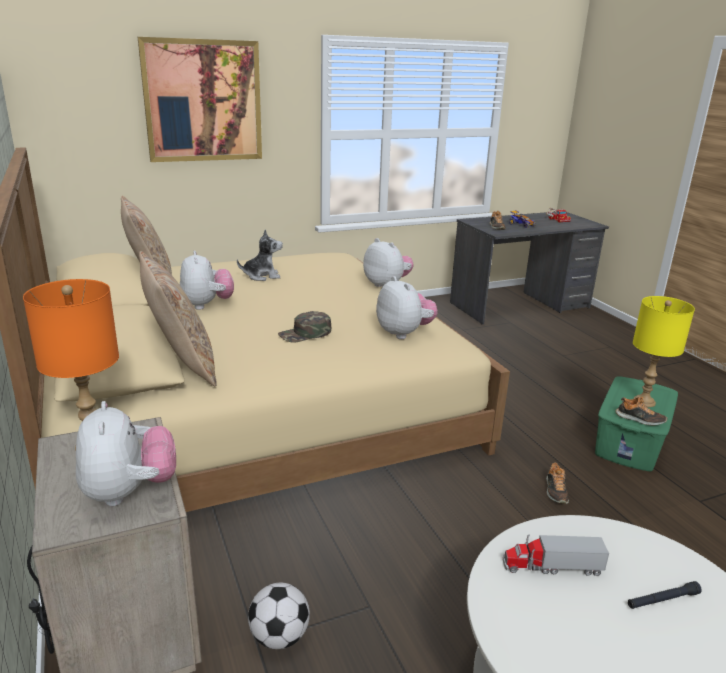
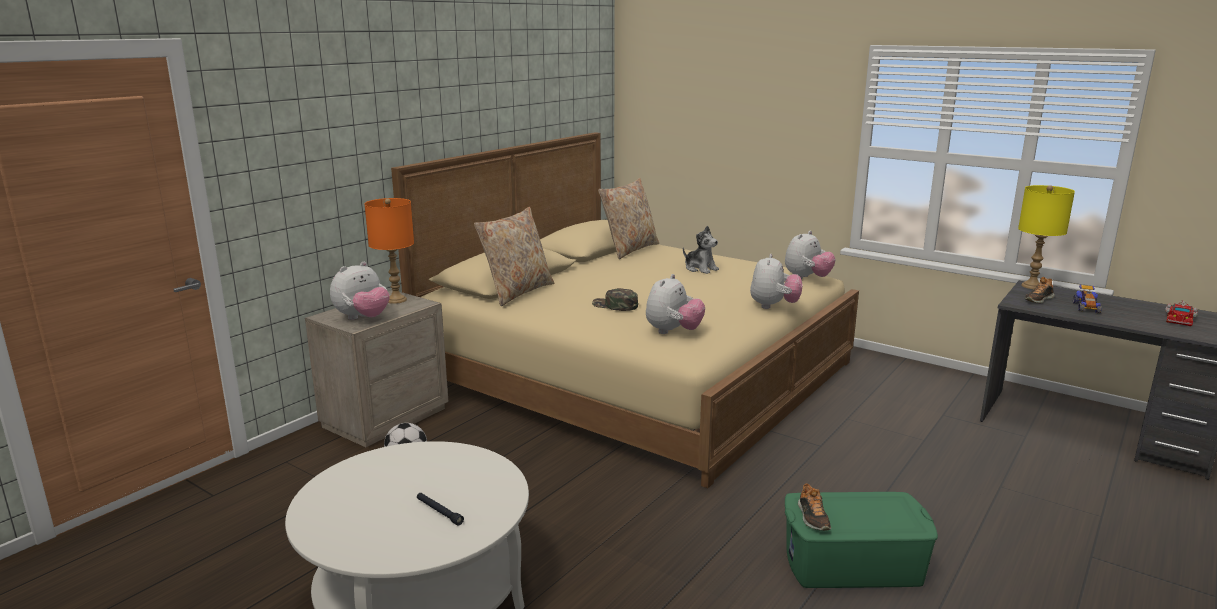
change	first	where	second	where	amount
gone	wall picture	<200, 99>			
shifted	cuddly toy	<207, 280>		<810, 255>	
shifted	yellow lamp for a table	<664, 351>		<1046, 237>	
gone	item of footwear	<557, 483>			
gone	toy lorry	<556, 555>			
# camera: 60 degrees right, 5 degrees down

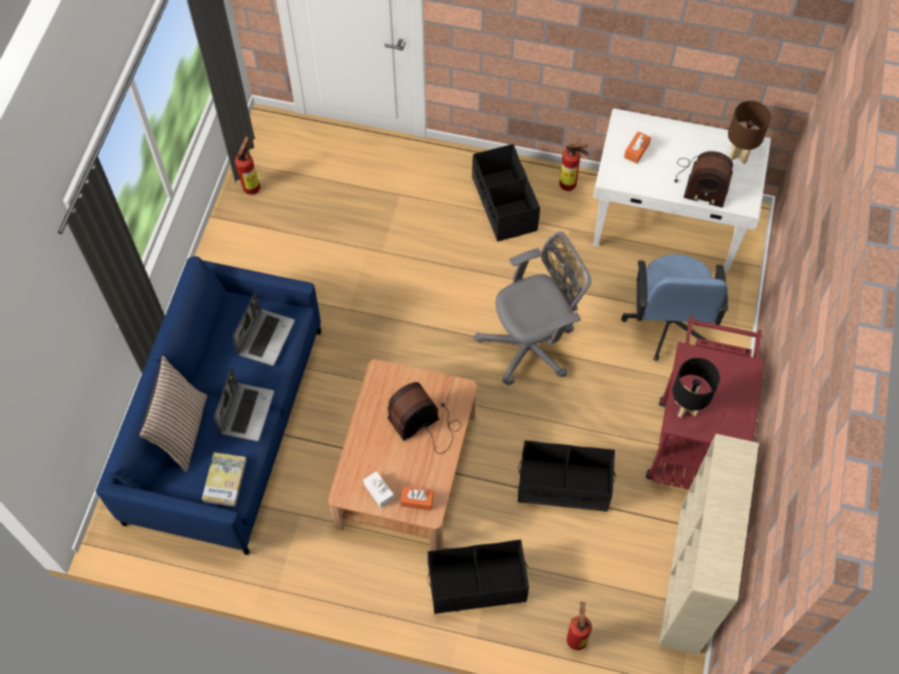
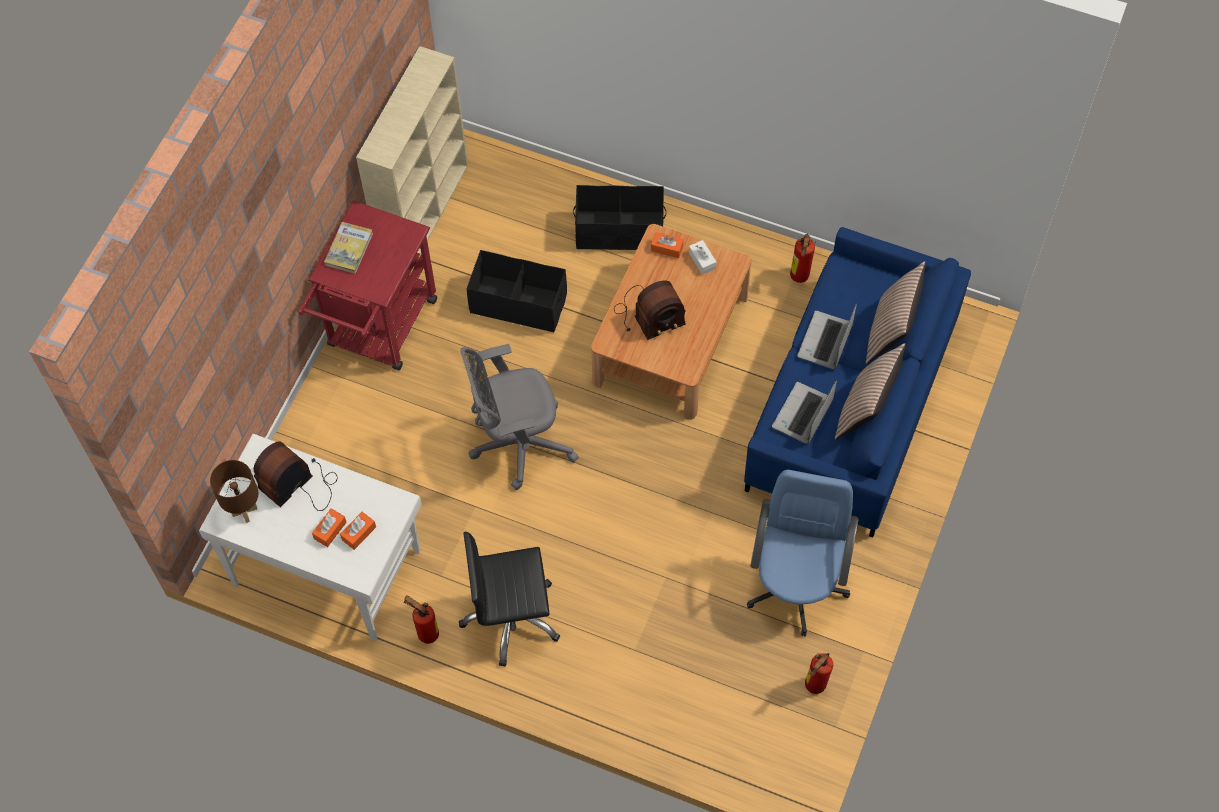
change	first	where	second	where	amount
swapped	black-coloured storage box	<506, 193>	black-coloured computer chair	<509, 599>	
rotated	radio set	<703, 179>		<296, 476>	75 degrees counterclockwise
shifted	blue computer chair	<675, 307>		<803, 553>	
gone	black-coloured lamp for a table	<696, 388>			
shifted	bound book	<224, 479>		<348, 248>	
shifted	fire extinguisher	<579, 626>		<803, 258>	
new			throw pillow	<870, 391>	
new			orange-coloured tissue holder	<329, 527>	
# camera: 170 degrees left, 0 degrees up

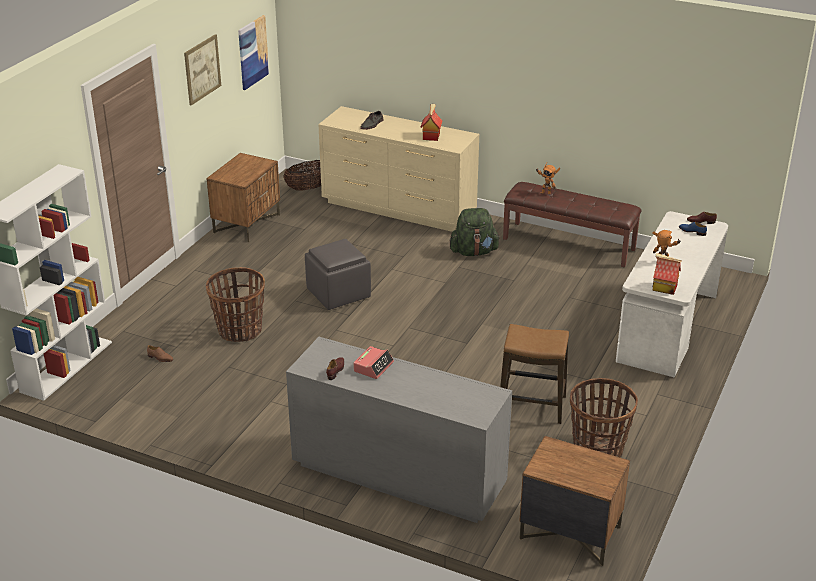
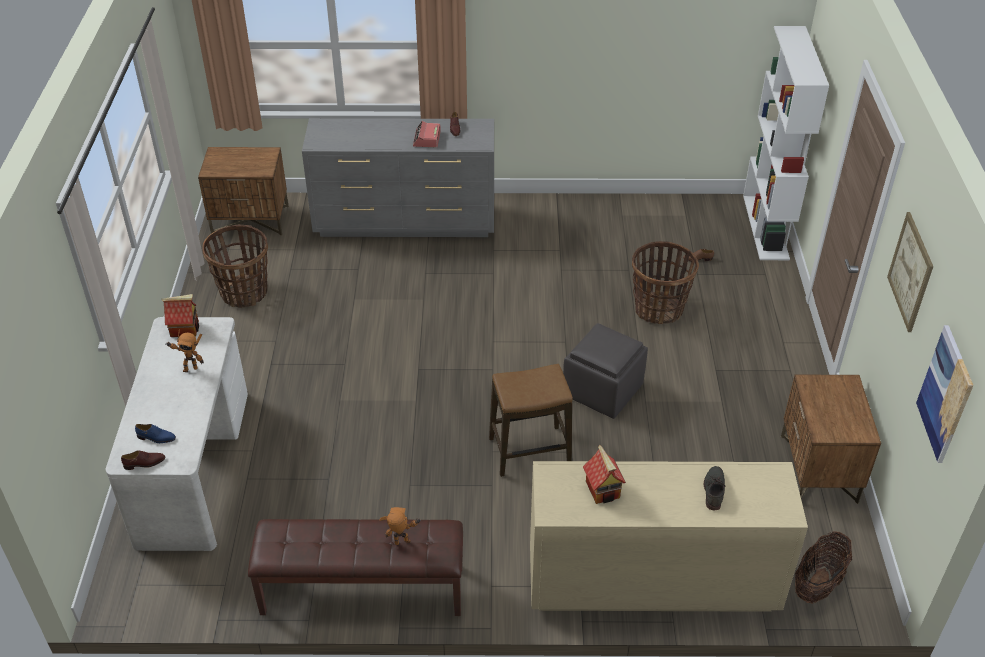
change	first	where	second	where	amount
gone	green backpack	<475, 232>			
shifted	sitting stool	<534, 374>		<531, 420>	
# camera: 155 degrees right, 10 degrees up

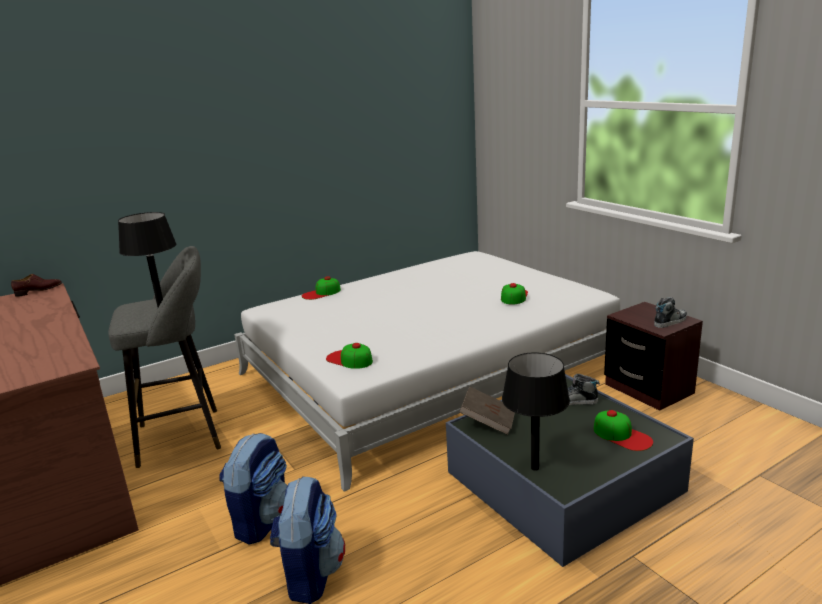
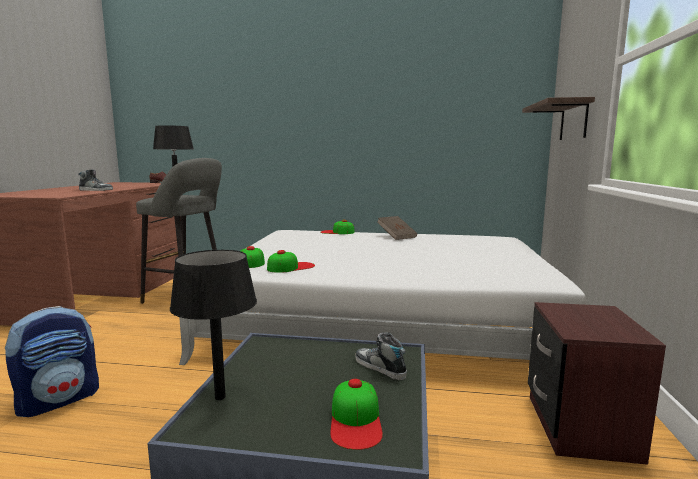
change	first	where	second	where	amount
shifted	peaked cap	<514, 294>		<291, 261>	
shifted	item of footwear	<670, 312>		<95, 180>	
shifted	brownish bound book	<487, 411>		<397, 228>	
gone	backpack	<253, 489>			
new			shelf	<558, 118>	
# camera: 40 degrees right, 10 degrees down

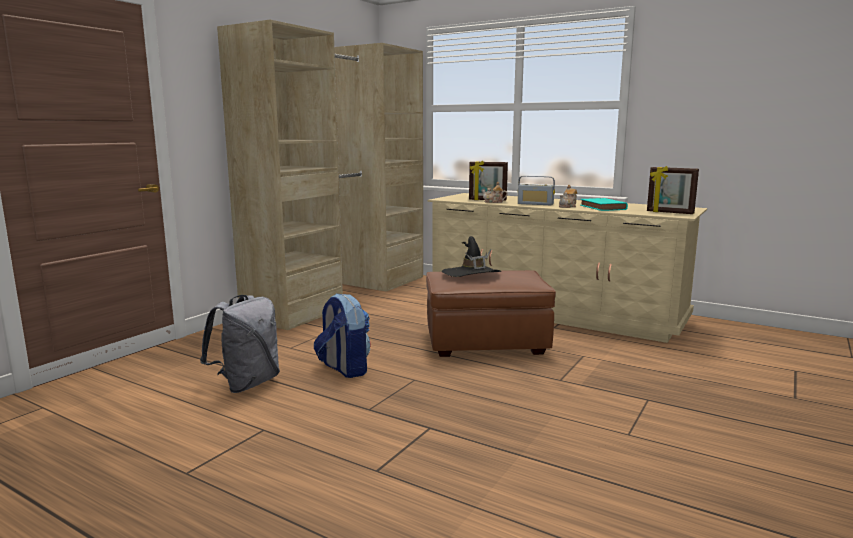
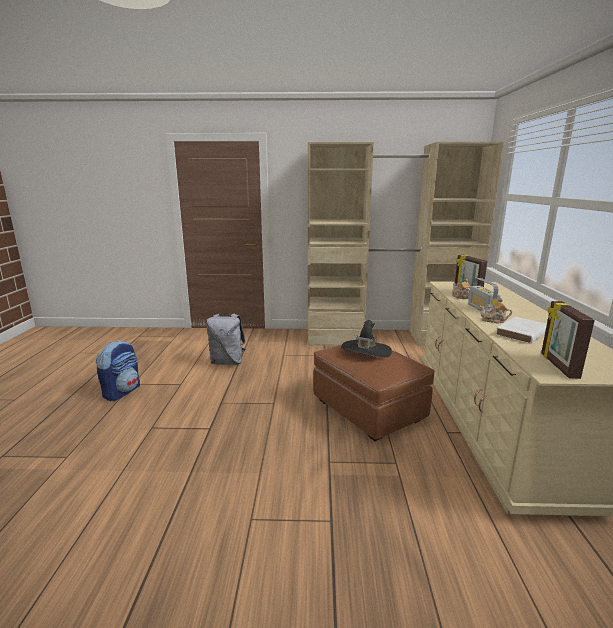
change	first	where	second	where	amount
repainted	turquoise bound book	<604, 204>	white bound book	<521, 330>	
shifted	backpack	<342, 335>		<118, 370>	
# camera: 60 degrees right, 5 degrees up

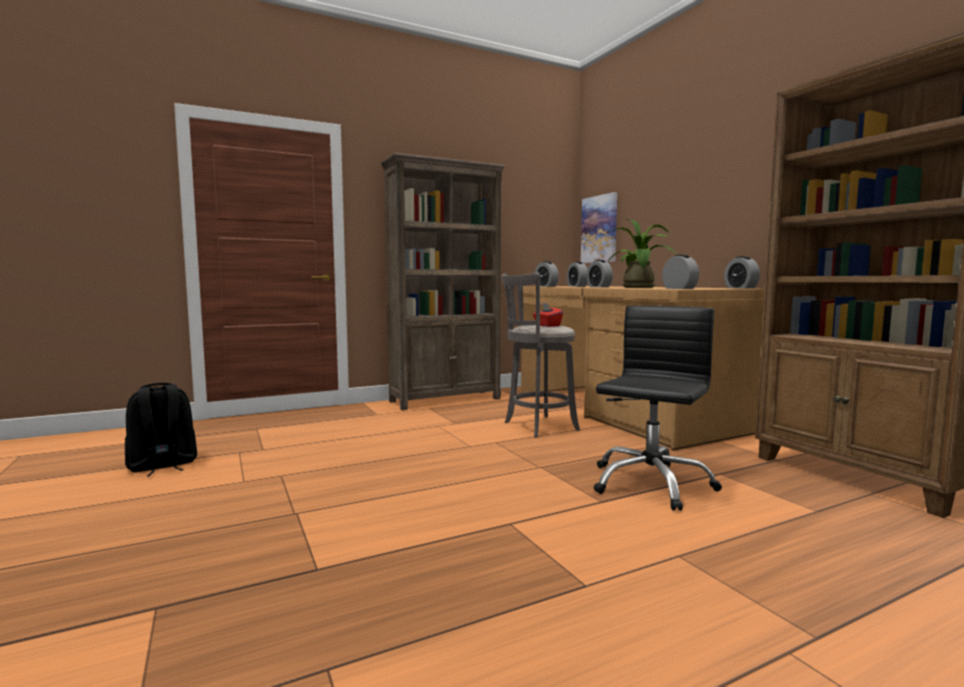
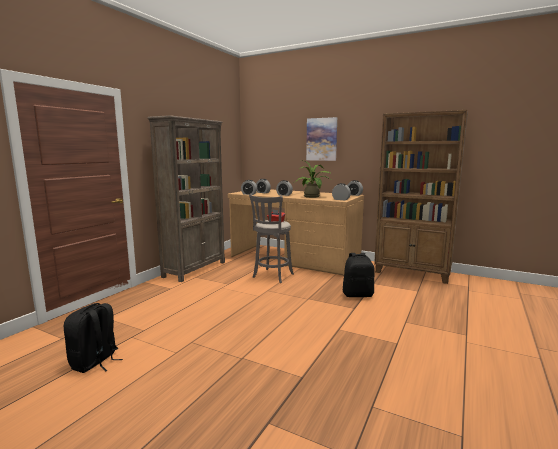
change	first	where	second	where	amount
shifted	wall picture	<599, 227>		<321, 139>	
swapped	black-coloured computer chair	<657, 408>	black-coloured backpack	<359, 275>	
# camera: 35 degrees left, 5 degrees up

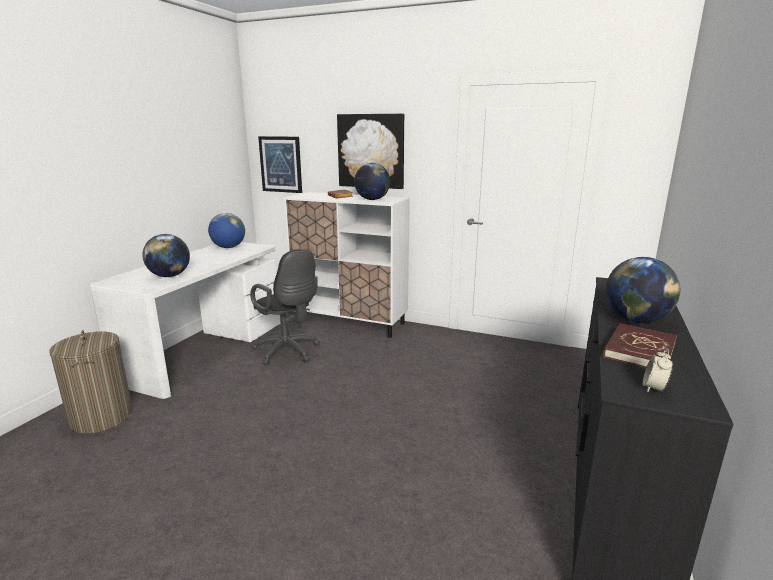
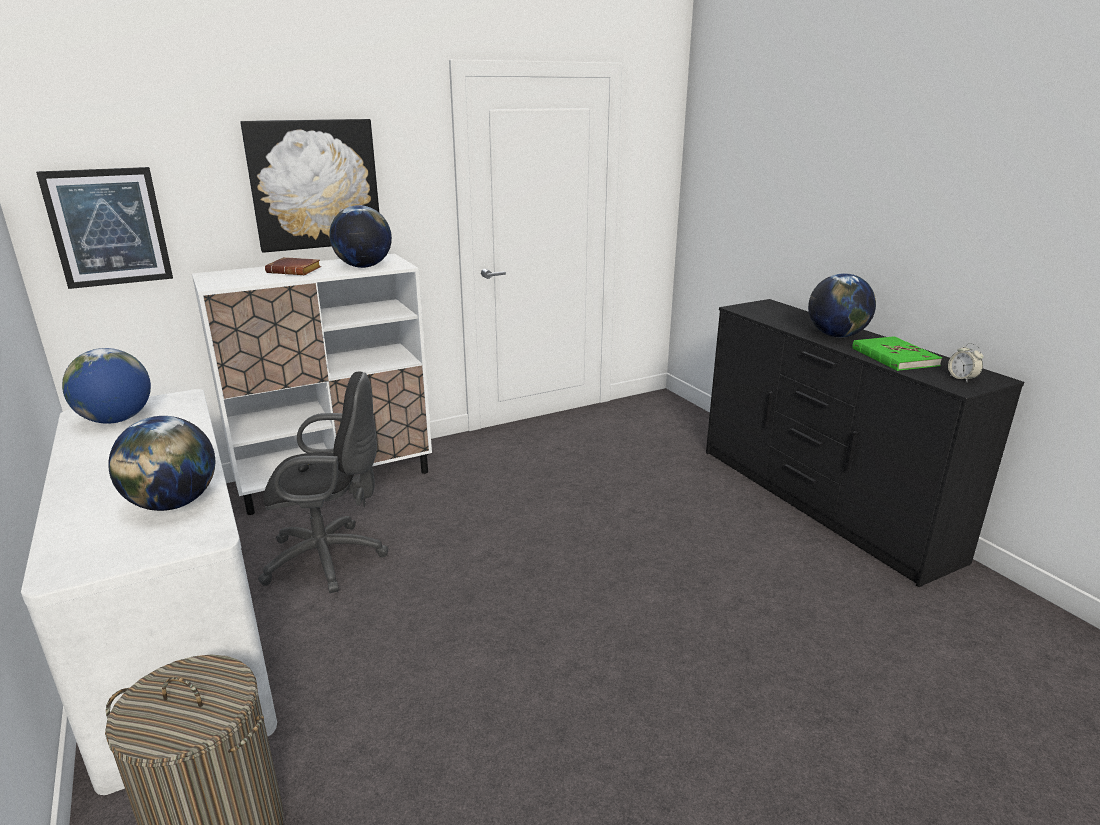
change	first	where	second	where	amount
repainted	reddish bound book	<640, 345>	green bound book	<897, 353>	
# camera: 50 degrees left, 5 degrees up

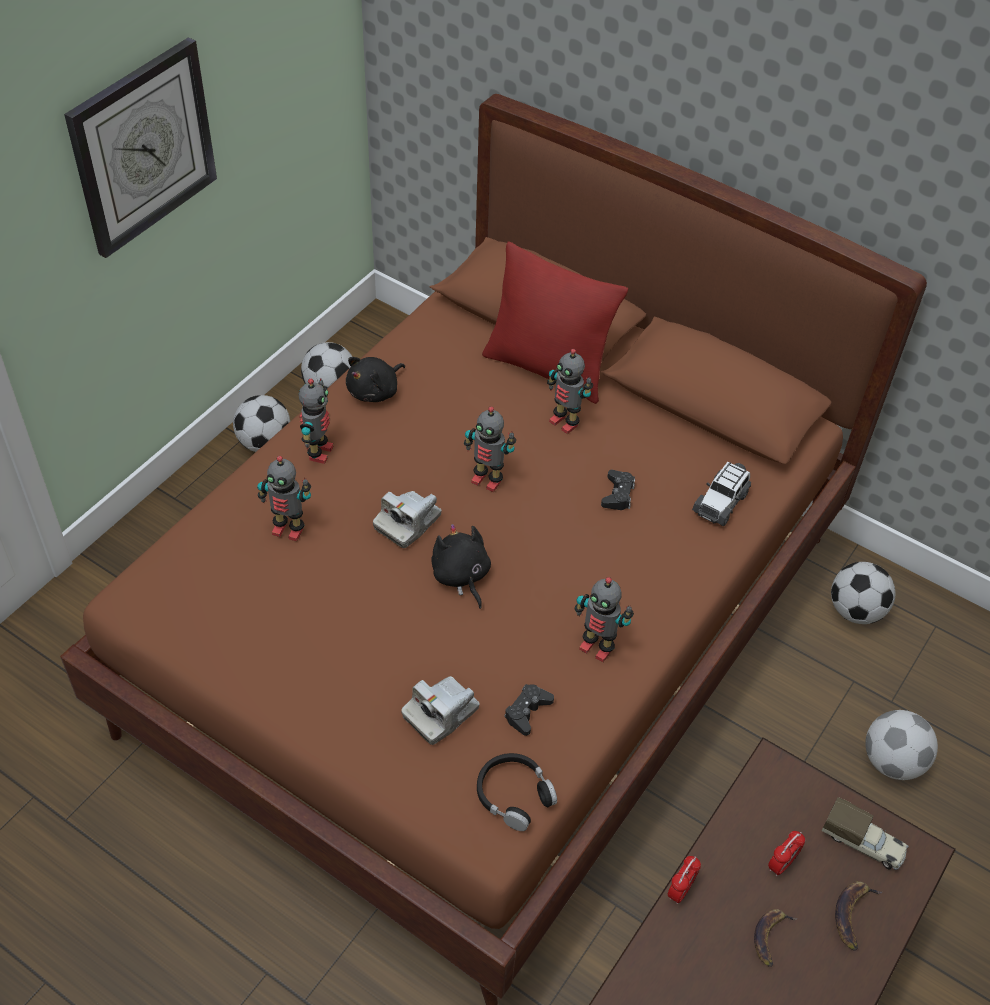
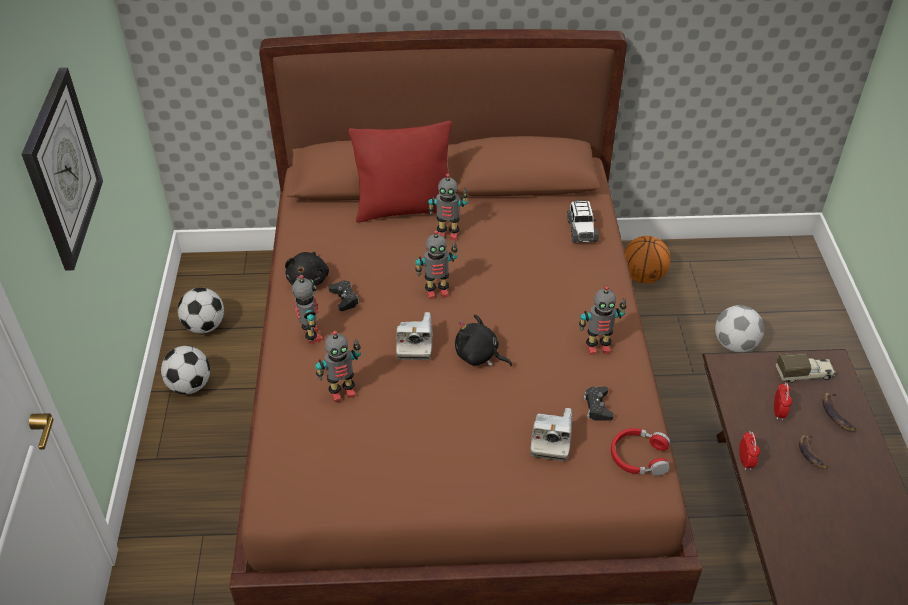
change	first	where	second	where	amount
shifted	black-coloured game controller	<618, 490>		<343, 295>	
swapped	football ball	<863, 593>	basketball	<647, 260>	
repainted	black-coloured headset	<517, 792>	reddish headset	<640, 452>	
# camera: 35 degrees left, 5 degrees down

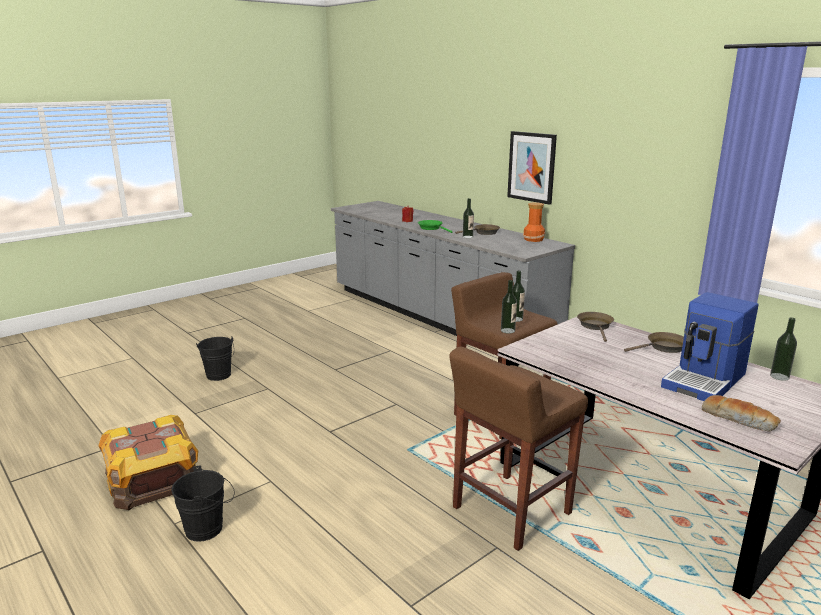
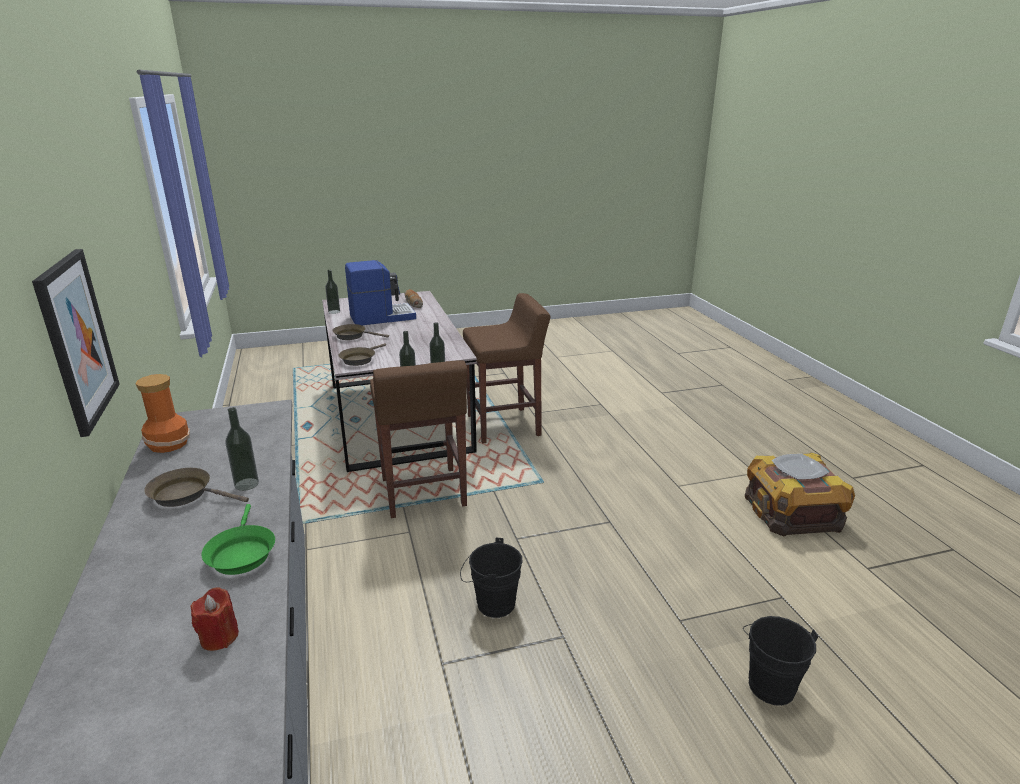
change	first	where	second	where	amount
shifted	black-coloured water bucket	<203, 503>		<491, 578>	
new			flat dish	<800, 466>	
# camera: 155 degrees left, 5 degrees up

